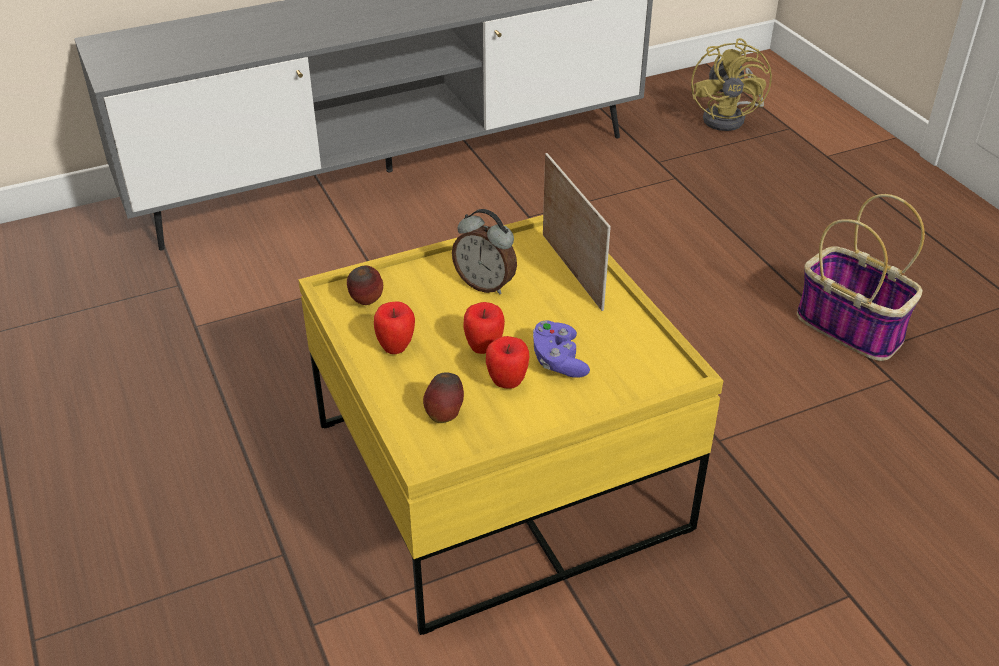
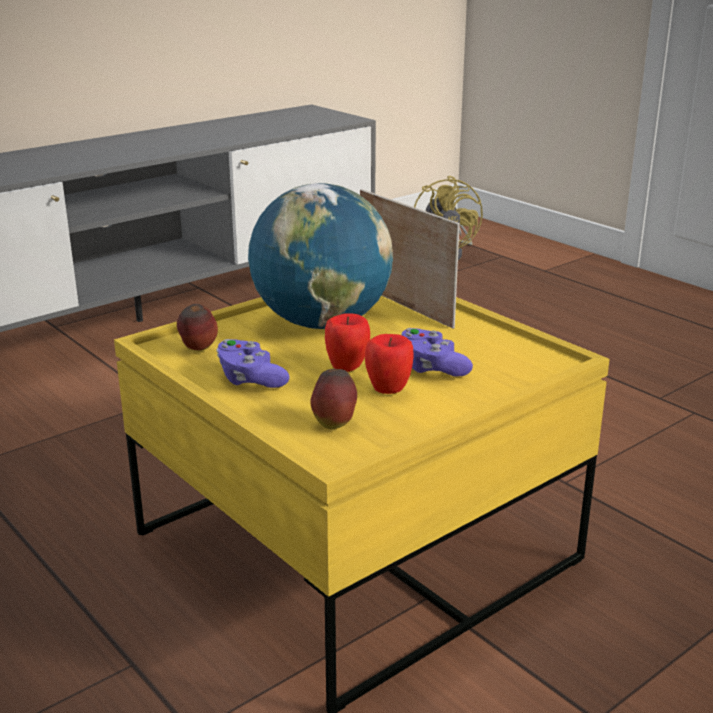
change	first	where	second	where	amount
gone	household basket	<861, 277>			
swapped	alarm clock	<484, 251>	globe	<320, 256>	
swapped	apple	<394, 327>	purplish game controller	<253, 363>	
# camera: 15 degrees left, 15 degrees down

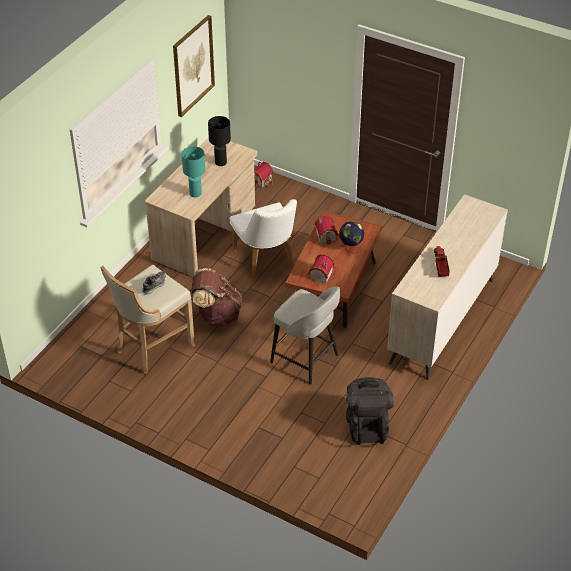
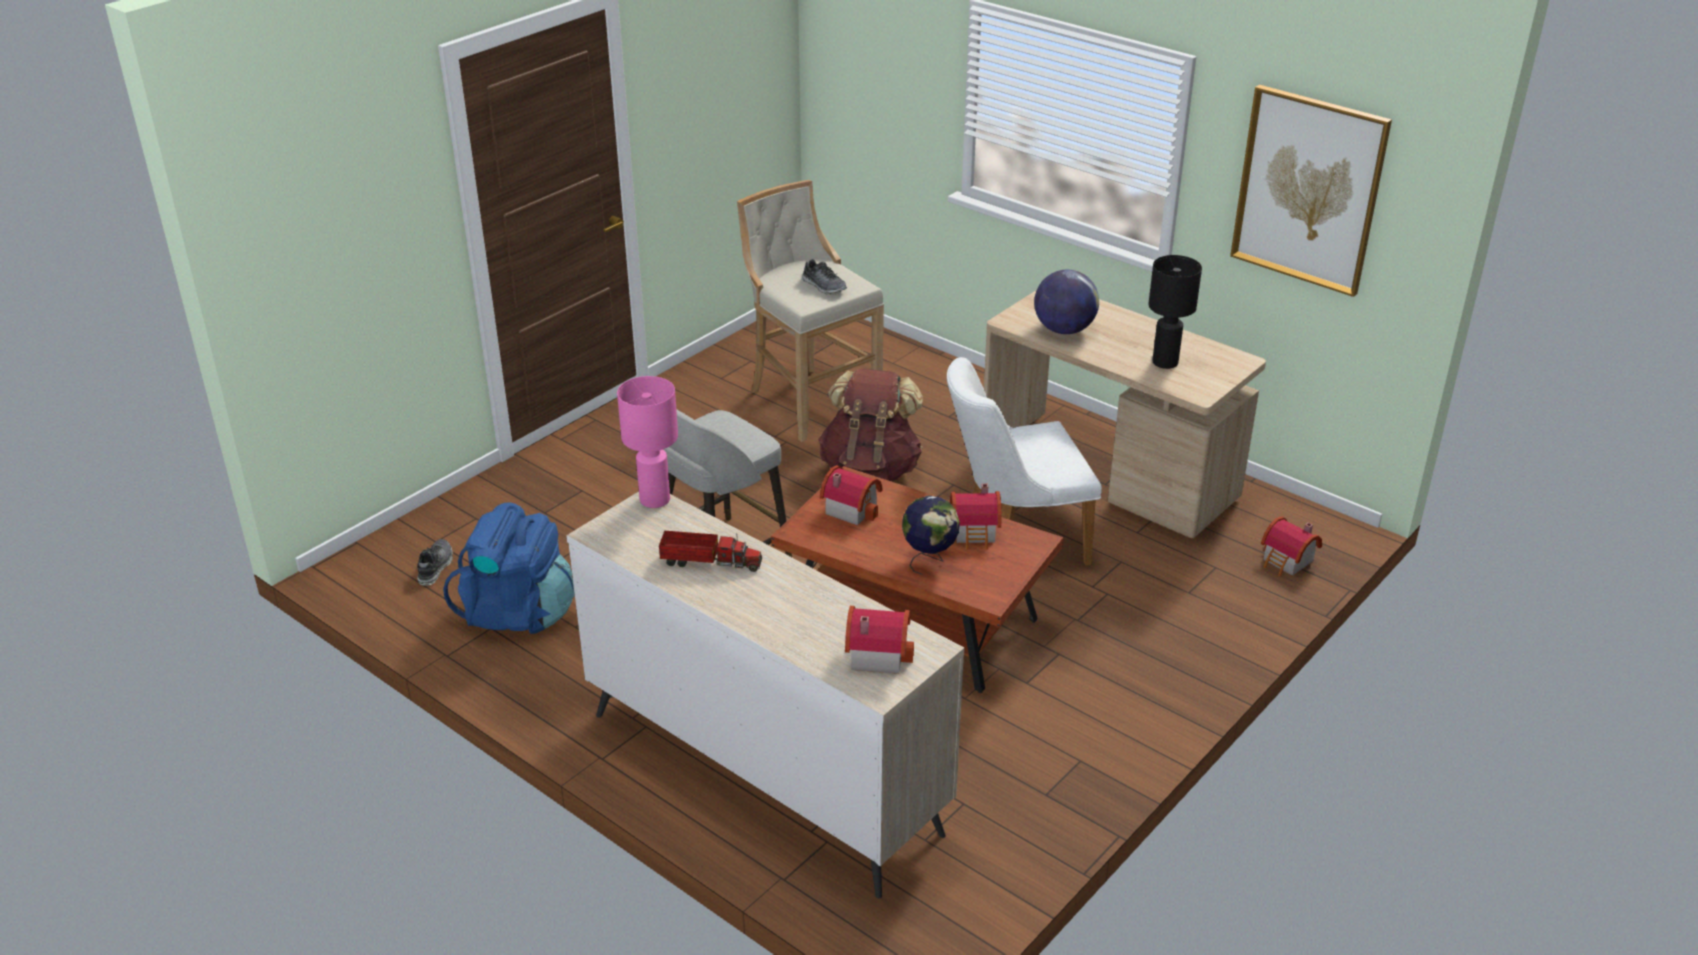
change	first	where	second	where	amount
swapped	turquoise lamp for a table	<193, 171>	globe	<1066, 302>	
repainted	black-coloured backpack	<370, 411>	blue backpack	<509, 568>	
new			pink-coloured lamp for a table	<647, 442>	
new			item of footwear	<435, 562>	
new			miniature house	<879, 640>	
# camera: 100 degrees right, 10 degrees down

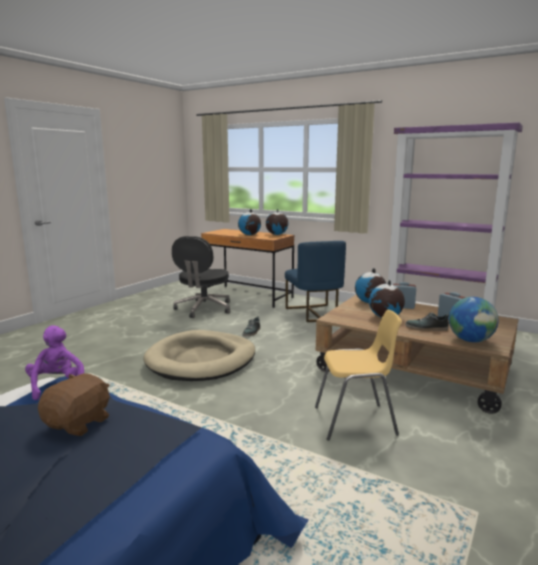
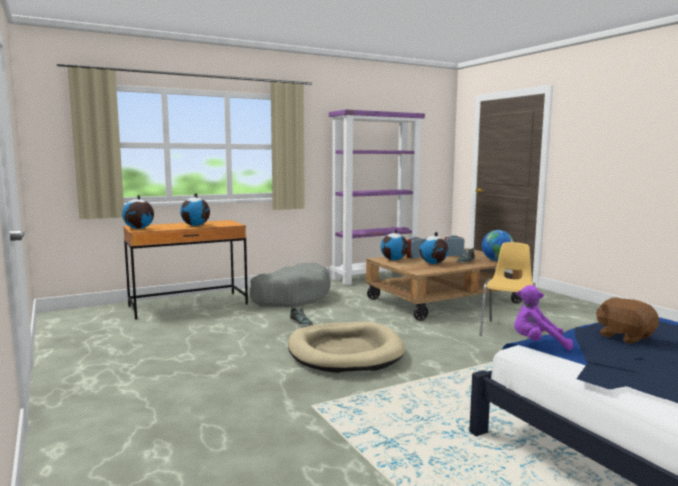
change	first	where	second	where	amount
shifted	globe	<277, 222>		<138, 212>	
gone	black-coloured computer chair	<201, 277>			
swapped	blue chair	<315, 281>	grey pet bed	<290, 285>	
# camera: 60 degrees left, 5 degrees down

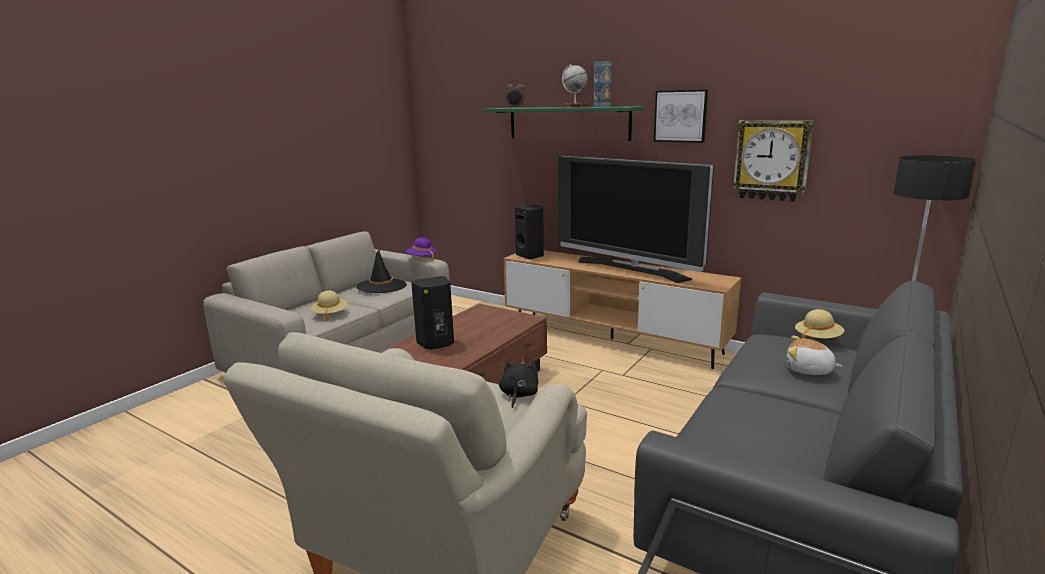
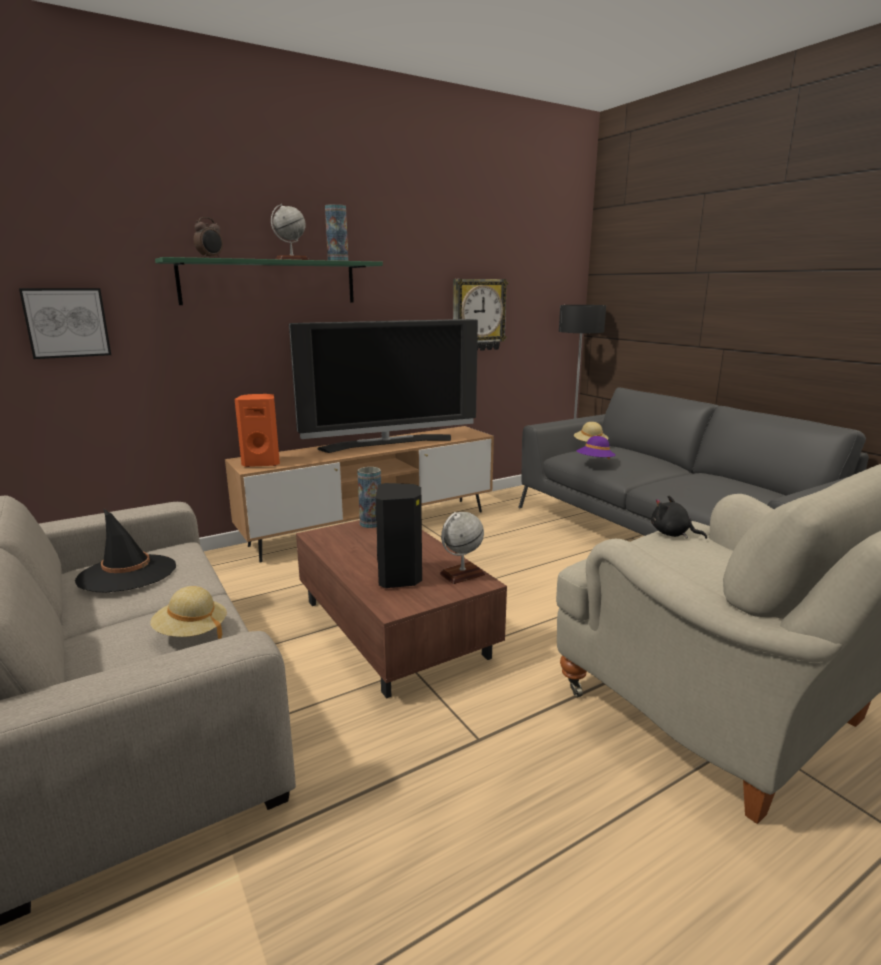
change	first	where	second	where	amount
shifted	wall picture	<681, 116>		<65, 323>	
repainted	black-coloured loudspeaker	<529, 232>	orange-coloured loudspeaker	<257, 430>	
shifted	purplish hat	<421, 249>		<596, 447>	
gone	cuddly toy	<814, 355>			
new			vase	<369, 497>	
new			globe	<462, 548>	
# camera: 65 degrees left, 0 degrees up

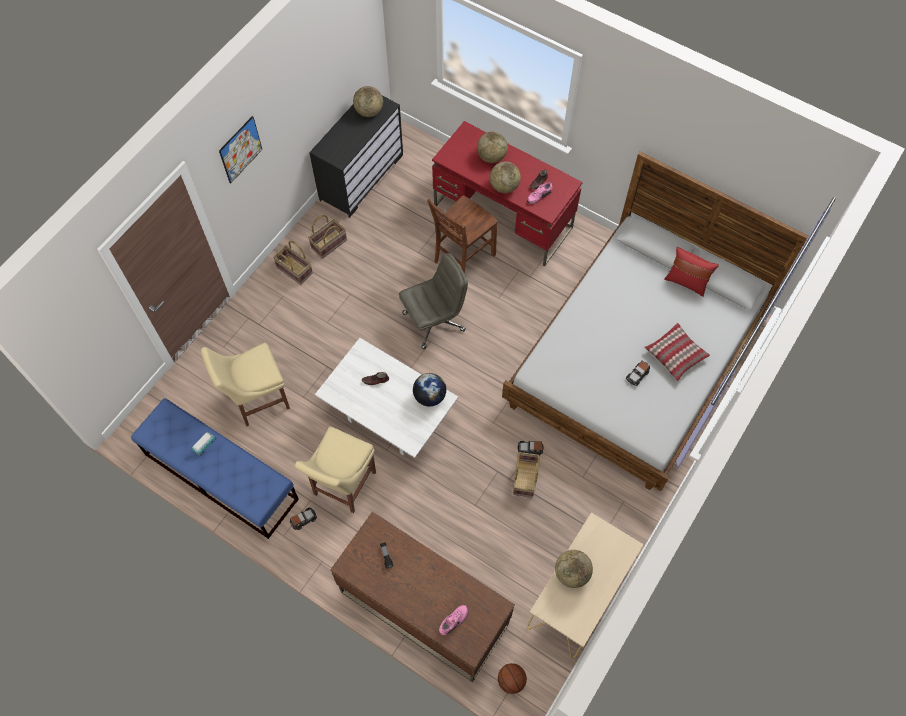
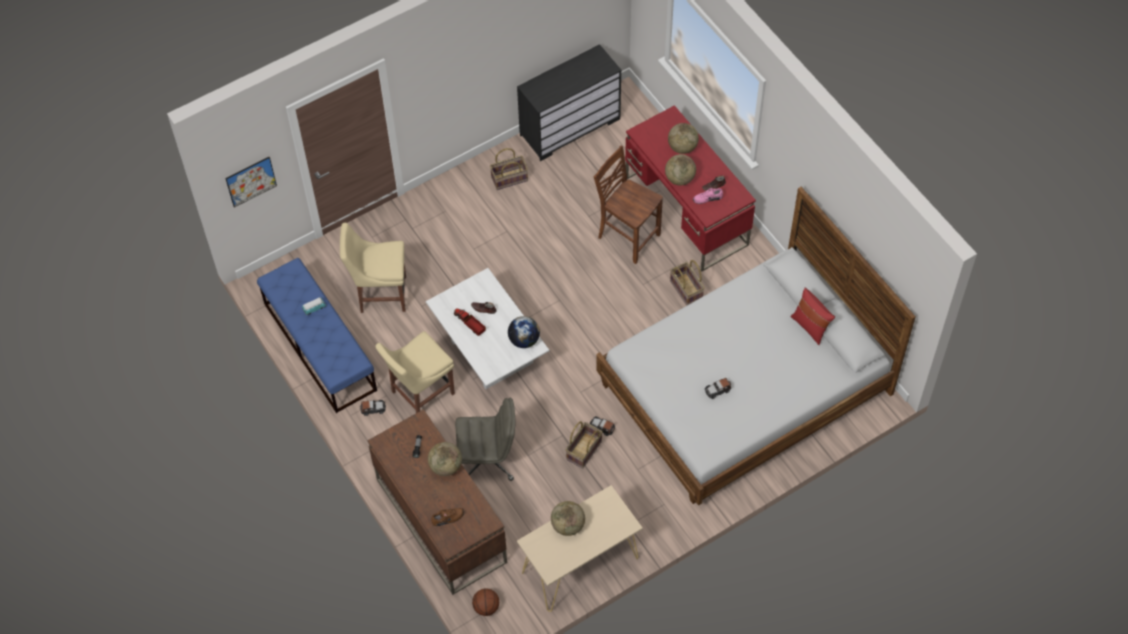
change	first	where	second	where	amount
shifted	globe	<368, 101>		<445, 459>	
shifted	wall picture	<240, 150>		<251, 182>	
rotated	brownish chair	<462, 234>		<628, 204>	60 degrees clockwise
shifted	household basket	<293, 263>		<687, 283>	
shifted	grey computer chair	<433, 301>		<485, 439>	
gone	throw pillow	<677, 352>			
repainted	pink-coloured item of footwear	<454, 620>	brownish item of footwear	<447, 517>	
new			toy lorry	<469, 322>	
# camera: 25 degrees right, 5 degrees down

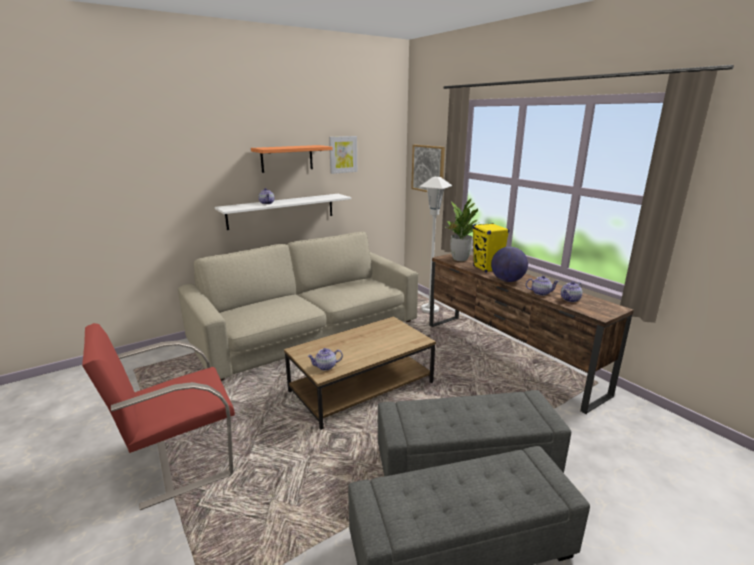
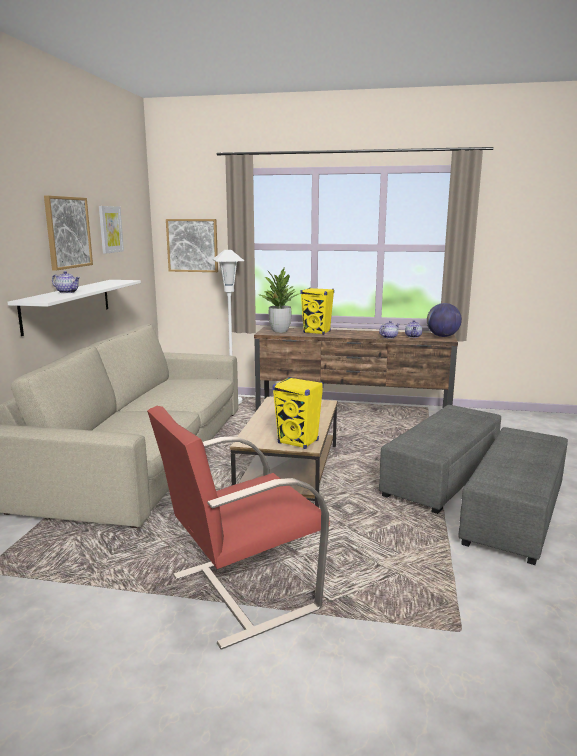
change	first	where	second	where	amount
swapped	shelf	<292, 159>	wall picture	<68, 233>	
shifted	globe	<509, 264>		<444, 320>	
rotated	reddish easy chair	<158, 416>		<238, 528>	45 degrees clockwise
swapped	pot for tea	<325, 359>	yellow loudspeaker	<298, 413>	
# camera: 45 degrees left, 5 degrees down

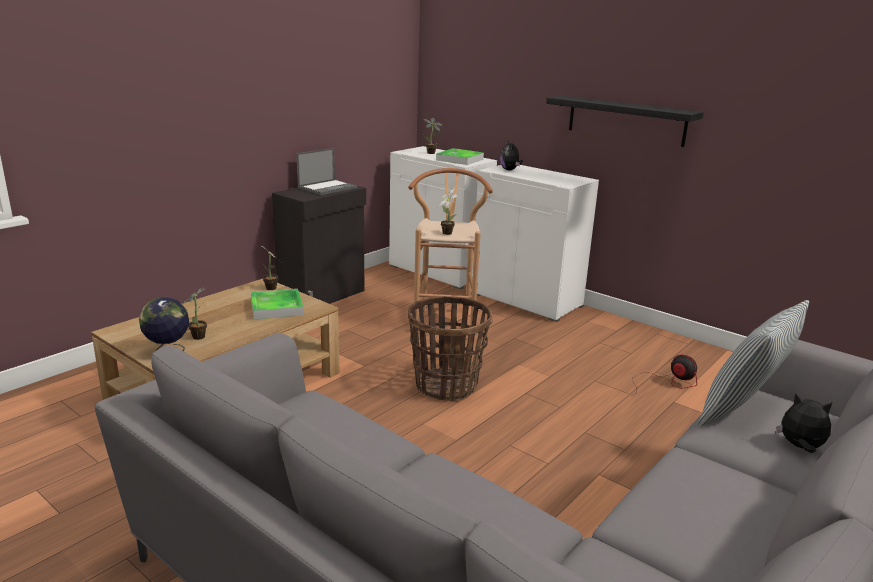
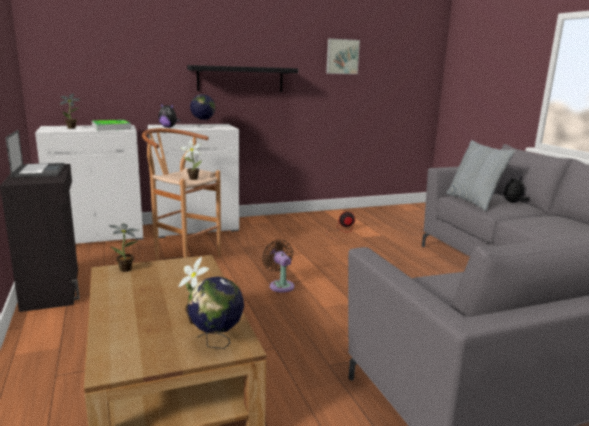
change	first	where	second	where	amount
gone	carrying tray	<277, 304>			
swapped	household basket	<450, 348>	brownish cooling fan	<278, 266>	
new			wall picture	<343, 56>	
new			globe	<202, 111>	
# camera: 60 degrees left, 5 degrees down

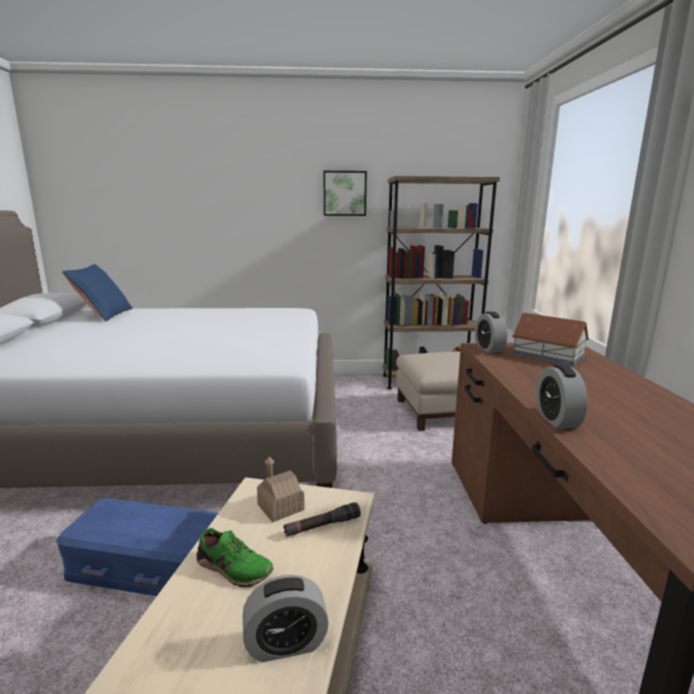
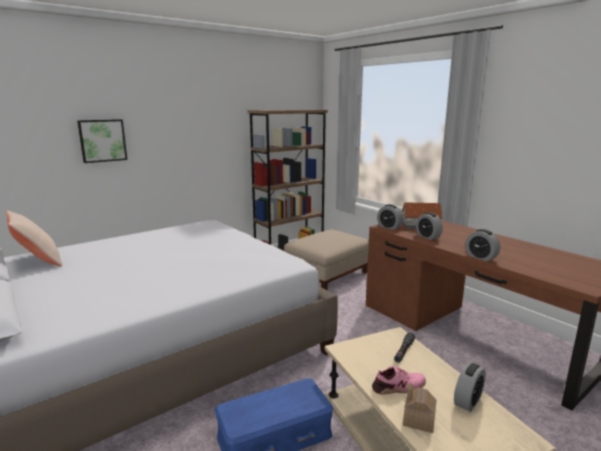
change	first	where	second	where	amount
shifted	wall picture	<345, 193>		<102, 141>	
repainted	blue throw pillow	<97, 292>	beige-coloured throw pillow	<34, 238>	
shifted	miniature house	<281, 489>		<420, 408>	
repainted	green item of footwear	<235, 557>	pink-coloured item of footwear	<399, 380>	
new			alarm clock	<429, 226>	
# camera: 35 degrees left, 0 degrees up

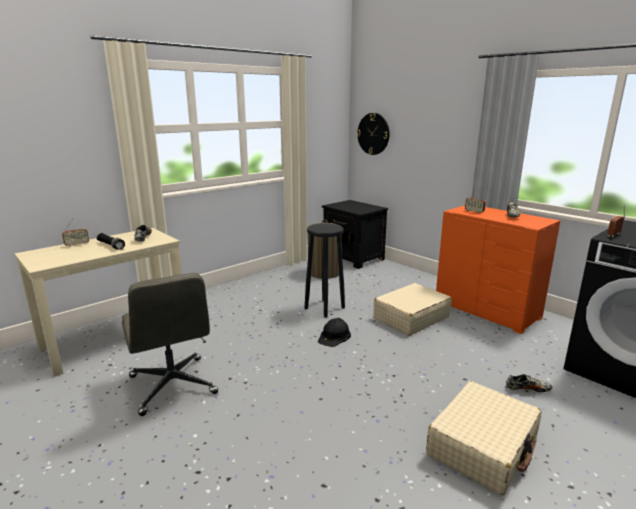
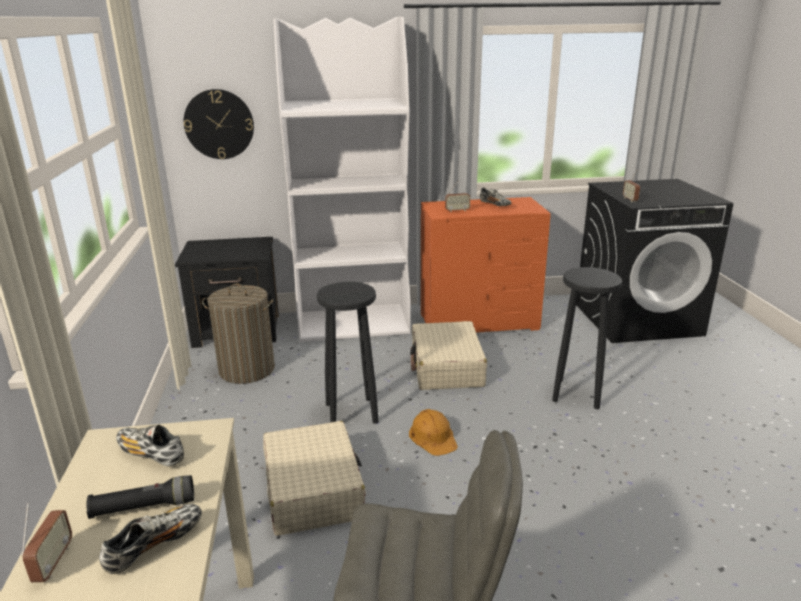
change	first	where	second	where	amount
repainted	black-coloured work helmet	<334, 332>	orange-coloured work helmet	<433, 432>	
shifted	item of footwear	<529, 383>		<150, 539>	
shifted	beige-coloured suitcase	<483, 438>		<314, 478>	
new			white shelving unit	<342, 179>	
new			black-coloured sitting stool	<587, 338>	
# camera: 55 degrees left, 5 degrees up

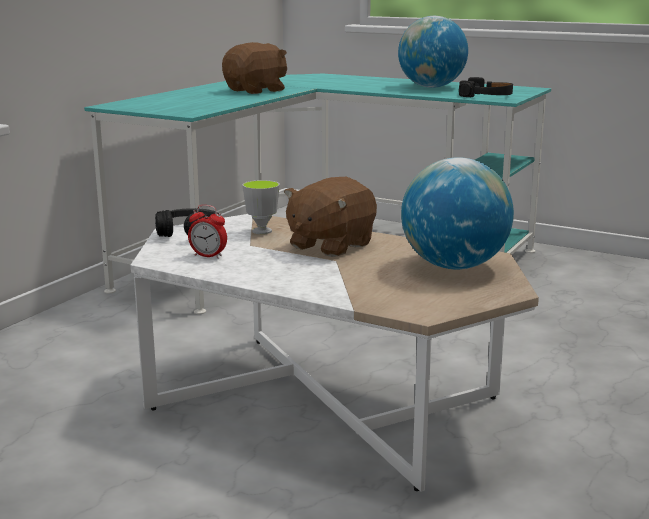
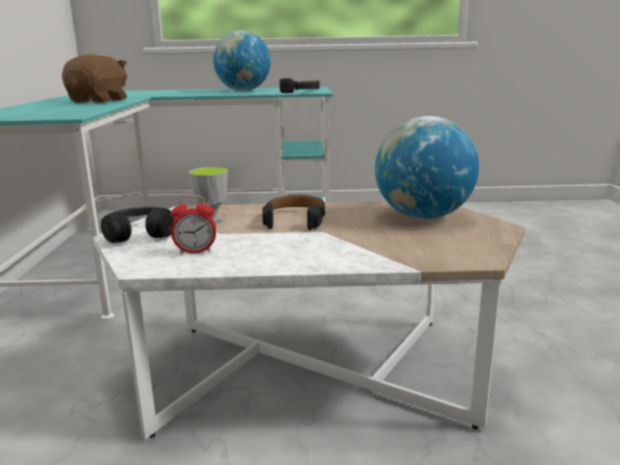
change	first	where	second	where	amount
swapped	brownish cuddly toy	<330, 217>	black-coloured headset	<293, 212>	
# camera: 30 degrees left, 0 degrees up

